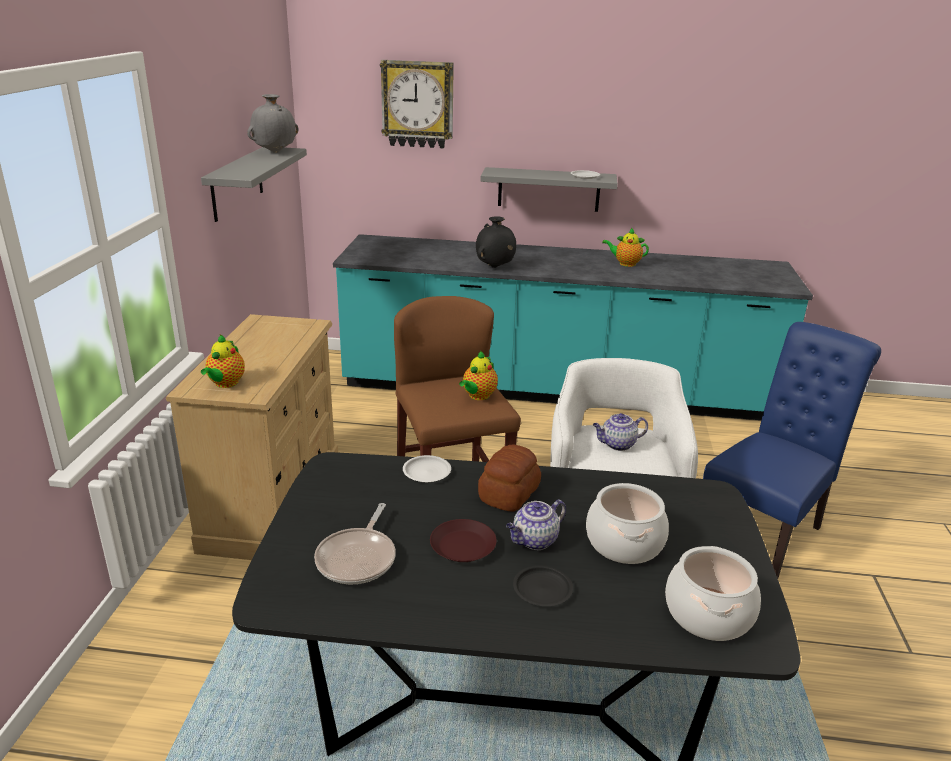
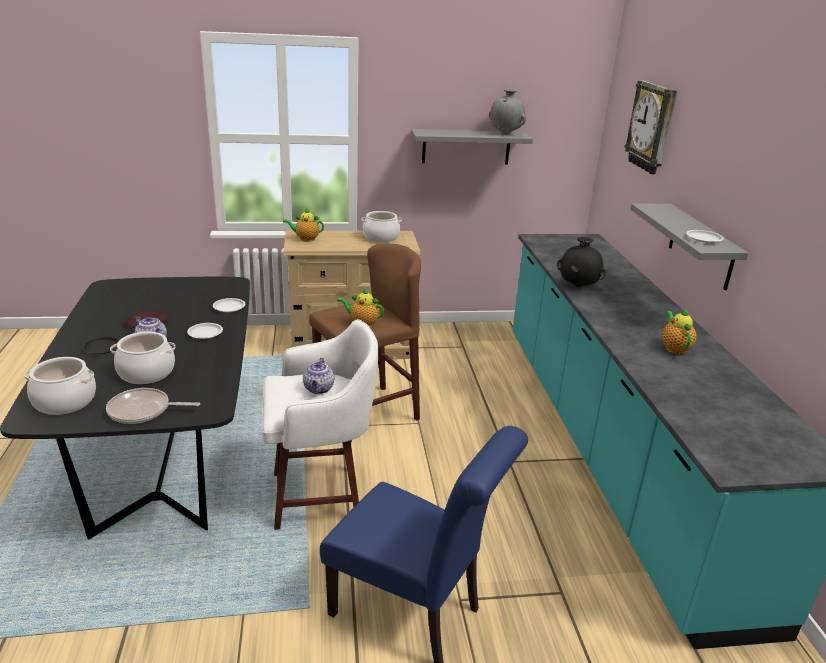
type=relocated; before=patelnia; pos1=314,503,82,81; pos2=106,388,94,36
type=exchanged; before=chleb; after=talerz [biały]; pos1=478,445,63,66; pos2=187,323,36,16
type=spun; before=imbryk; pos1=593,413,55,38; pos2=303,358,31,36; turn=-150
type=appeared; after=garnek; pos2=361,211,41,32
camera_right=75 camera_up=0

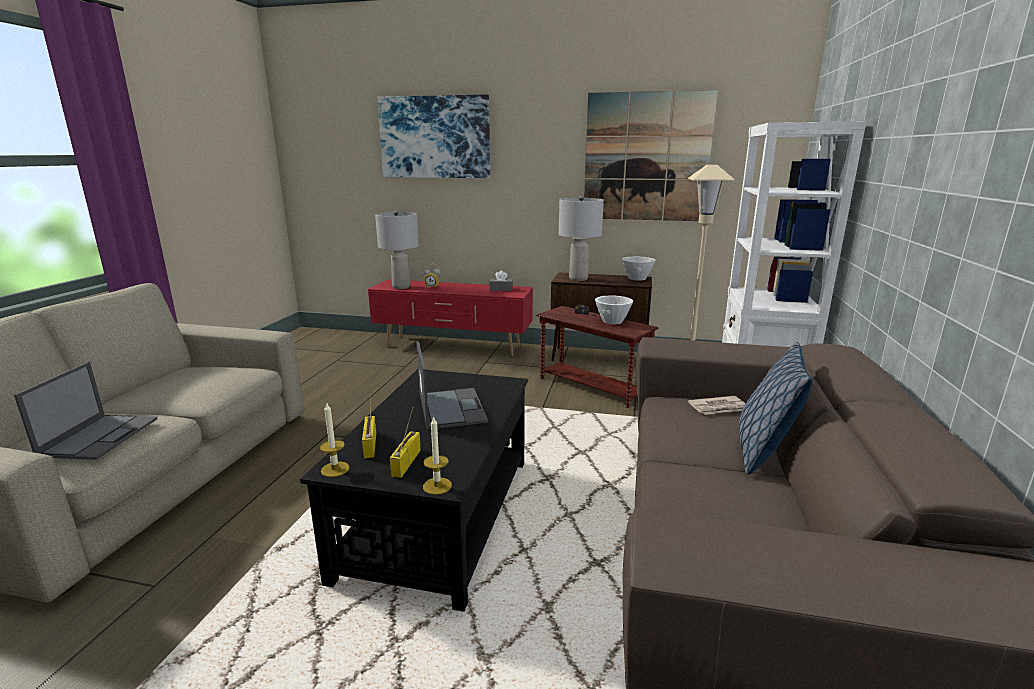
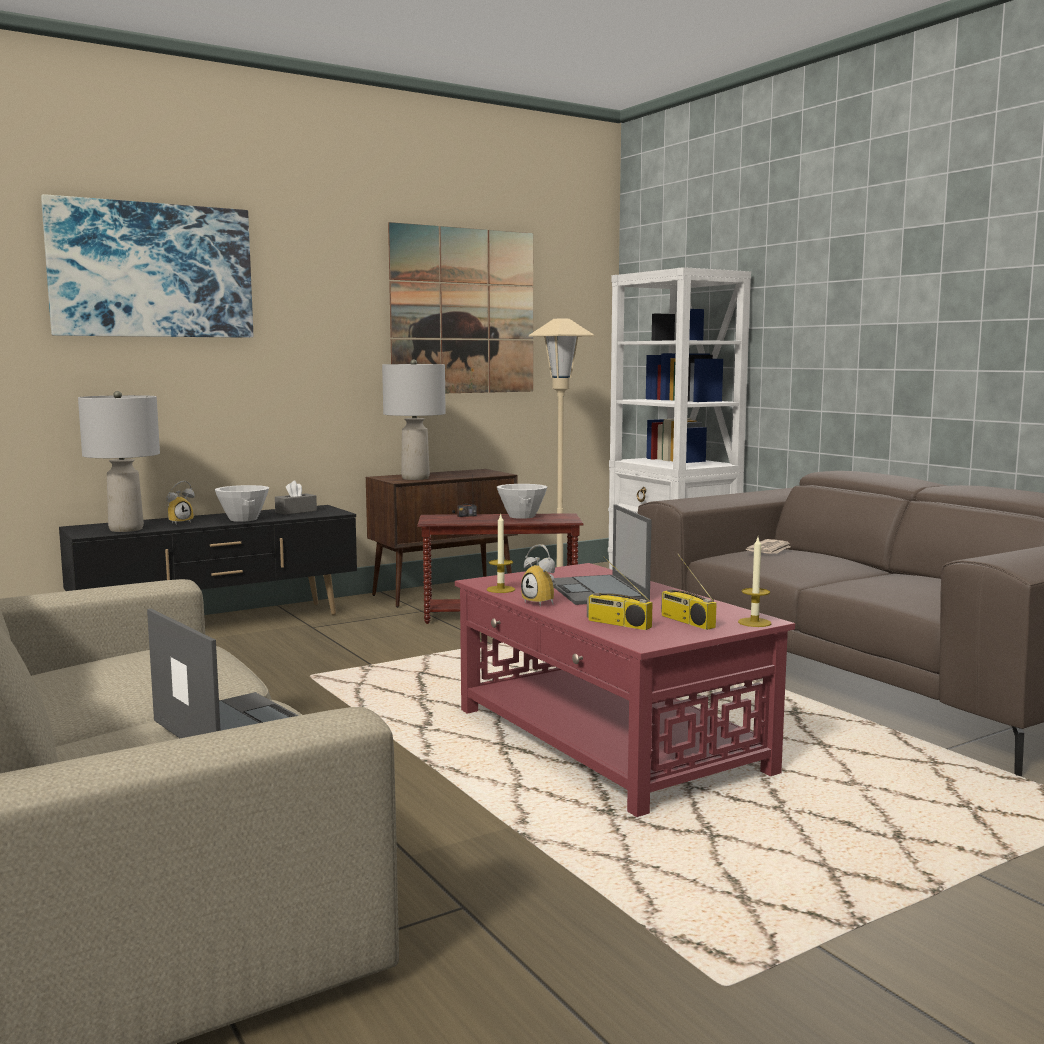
type=colour; before=ława [czarny]; after=ława [czerwony]; pos1=300,369,228,243; pos2=455,563,340,254
type=relocated; before=świeca; pos1=320,403,29,74; pos2=487,514,28,79
type=colour; before=szafka pod telewizor [czerwony]; after=szafka pod telewizor [czarny]; pos1=368,279,165,78; pos2=59,505,298,110
type=spun; before=laptop; pos1=416,341,72,89; pos2=554,504,98,101; turn=-135
type=relocated; before=miska [biały]; pos1=622,257,34,24; pos2=215,485,54,37
type=missing; before=poduszka; pos1=739,342,74,133
type=appeared; after=budzik; pos2=521,544,36,63
camera_right=-45 camera_up=-10

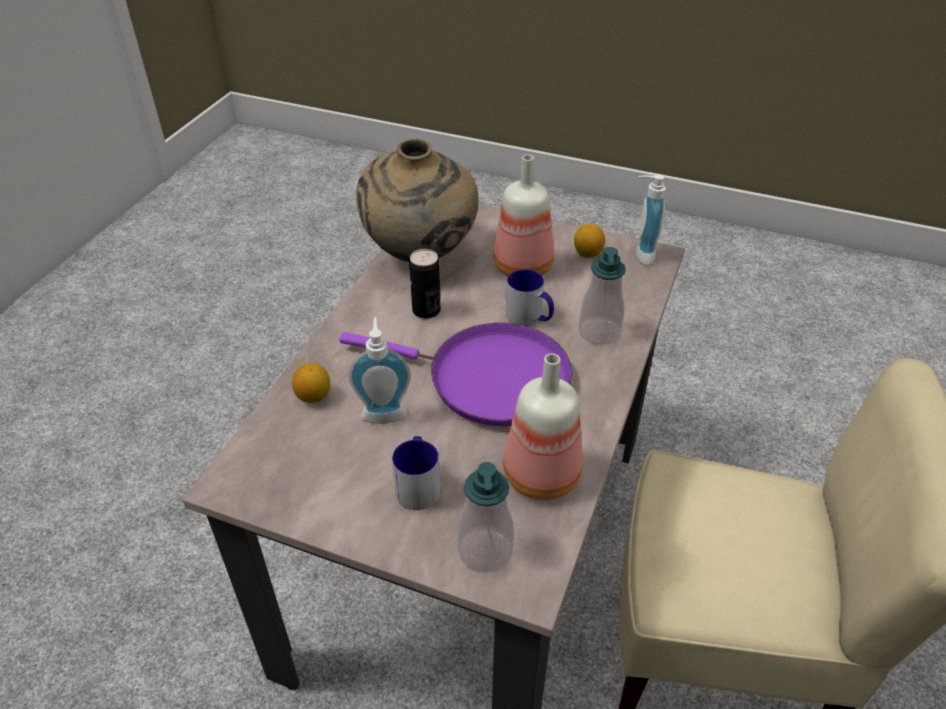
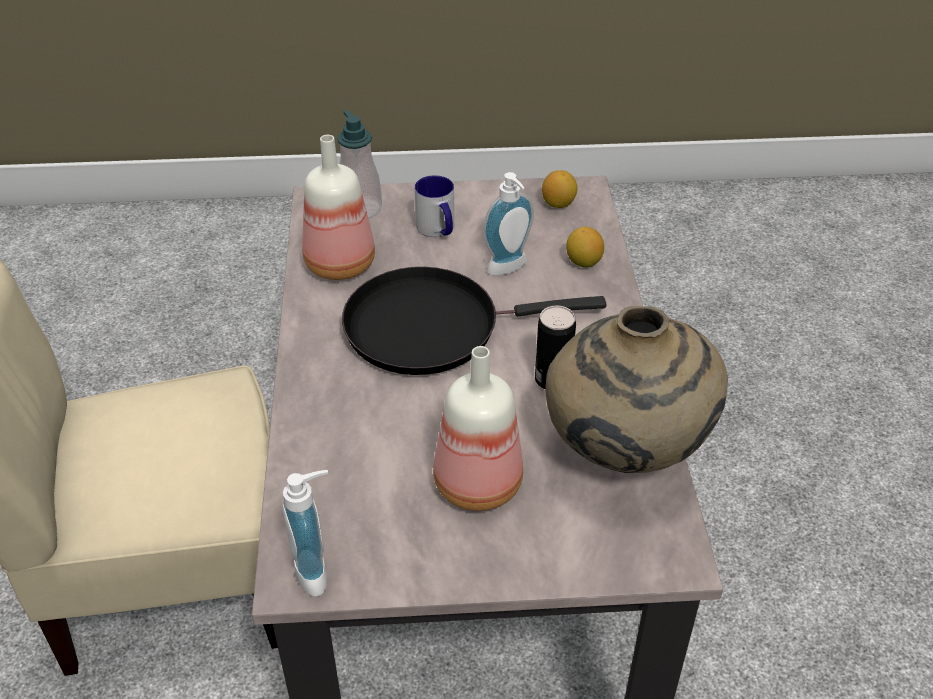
type=colour; before=patelnia [fioletowy]; after=patelnia [czarny]; pos1=339,323,233,103; pos2=342,267,264,108
type=missing; before=kubek; pos1=506,269,48,58
type=relocated; before=cytryna; pos1=574,224,31,34; pos2=542,170,35,38
type=missing; before=dozownik mydła; pos1=578,247,48,98
camera_right=155 camera_up=0

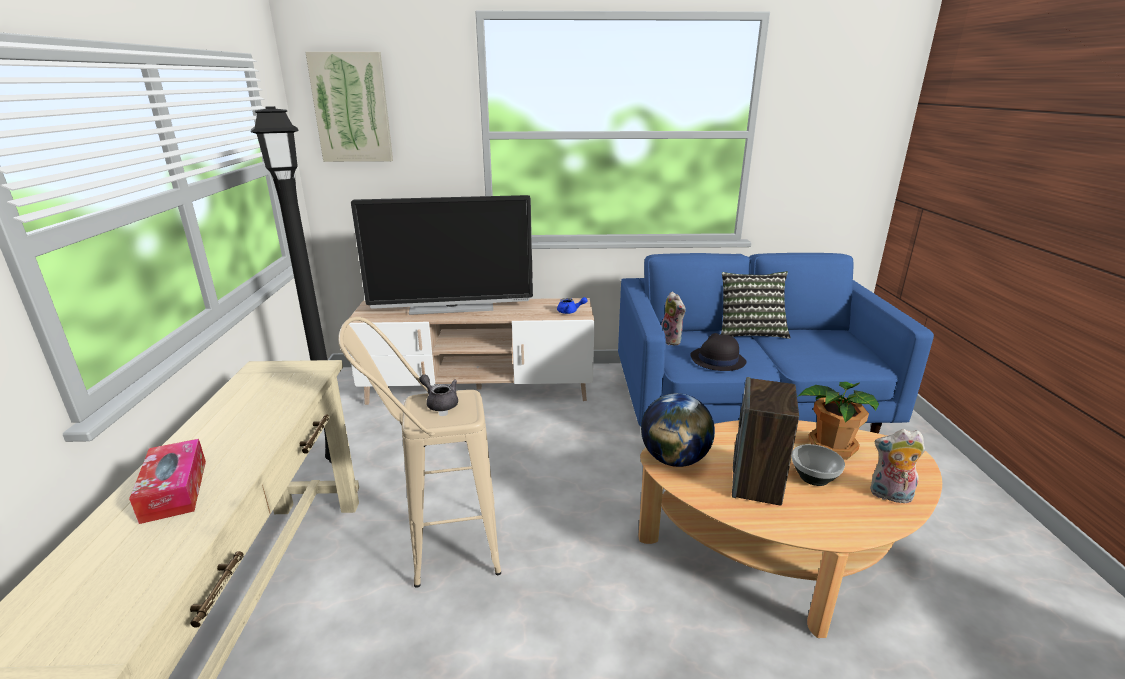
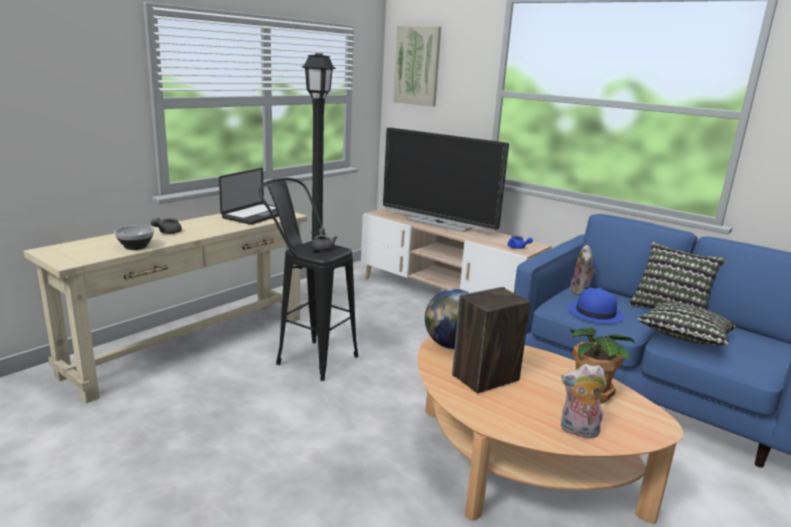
type=exchanged; before=pudełko chusteczek; after=imbryk [szary]; pos1=129,439,77,85; pos2=151,218,31,16
type=colour; before=stołek [beżowy]; after=stołek [czarny]; pos1=338,317,163,271; pos2=259,177,99,204
type=colour; before=kapelusz [czarny]; after=kapelusz [niebieski]; pos1=690,333,56,38; pos2=569,287,55,37
type=relocated; before=miska; pos1=792,444,53,42; pos2=114,225,40,25
type=spun; before=pluszak; pos1=870,429,55,74; pos2=561,364,46,74; turn=-45
type=appeared; after=laptop; pos2=219,168,59,57
type=appeared; after=poduszka; pos2=638,302,98,43
camera_right=40 camera_up=-5

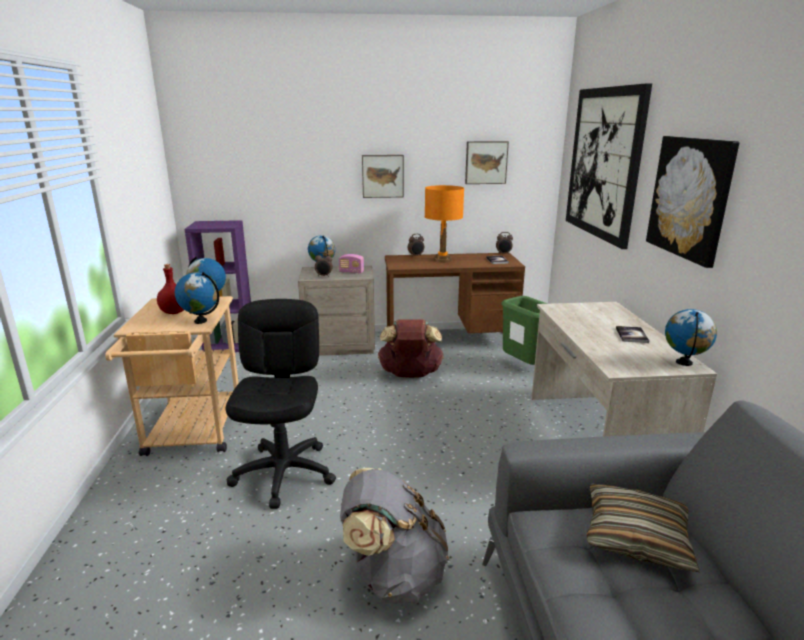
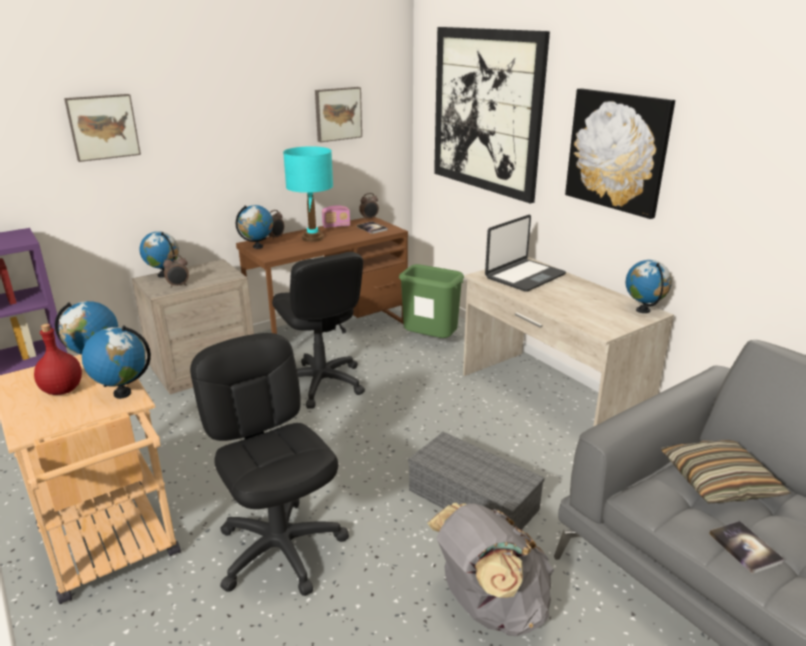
type=relocated; before=radio; pos1=339,254,25,20; pos2=322,205,28,23
type=relocated; before=obraz; pos1=362,155,42,43; pos2=64,94,77,68
type=exchanged; before=plecak [brązowy]; after=krzesło biurowe [czarny]; pos1=378,319,66,59; pos2=272,252,93,157
type=colour; before=lampa stołowa [pomarańczowy]; after=lampa stołowa [turkusowy]; pos1=425,185,39,78; pos2=283,146,50,96
type=relocated; before=książka; pos1=616,326,33,17; pos2=709,521,76,53
type=appeared; after=globus; pos2=236,205,37,44
type=appeared; after=pojemnik do przechowywania [szary]; pos2=408,432,137,98
type=appeared; after=laptop; pos2=485,215,81,77
camera_right=-30 camera_up=5

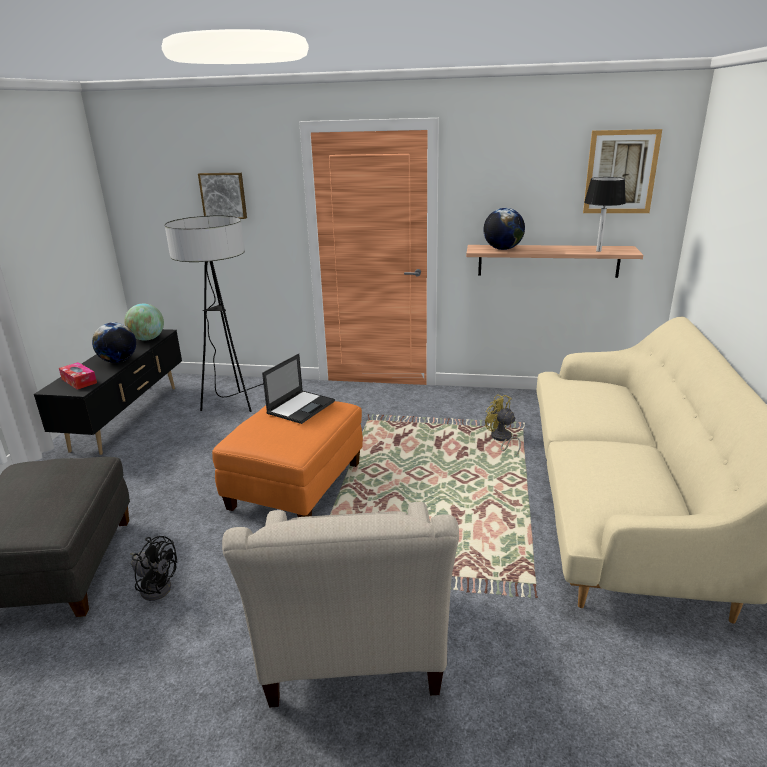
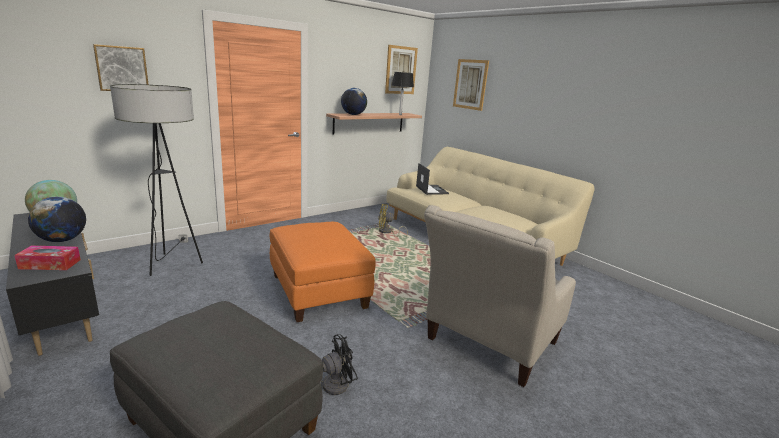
type=spun; before=fotel [beżowy]; pos1=222,502,237,205; pos2=424,205,152,182; turn=90
type=relocated; before=laptop; pos1=262,353,73,71; pos2=416,163,33,32
type=appeared; after=obraz; pos2=453,59,36,52
camera_right=-50 camera_up=-5

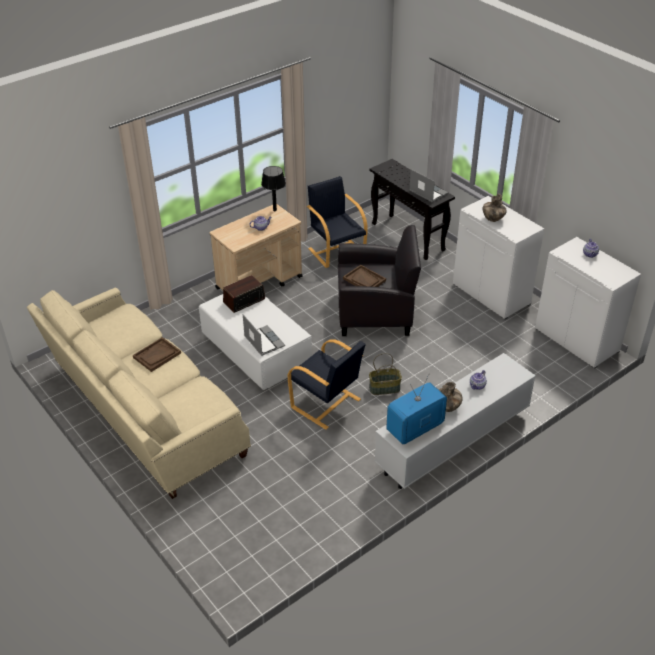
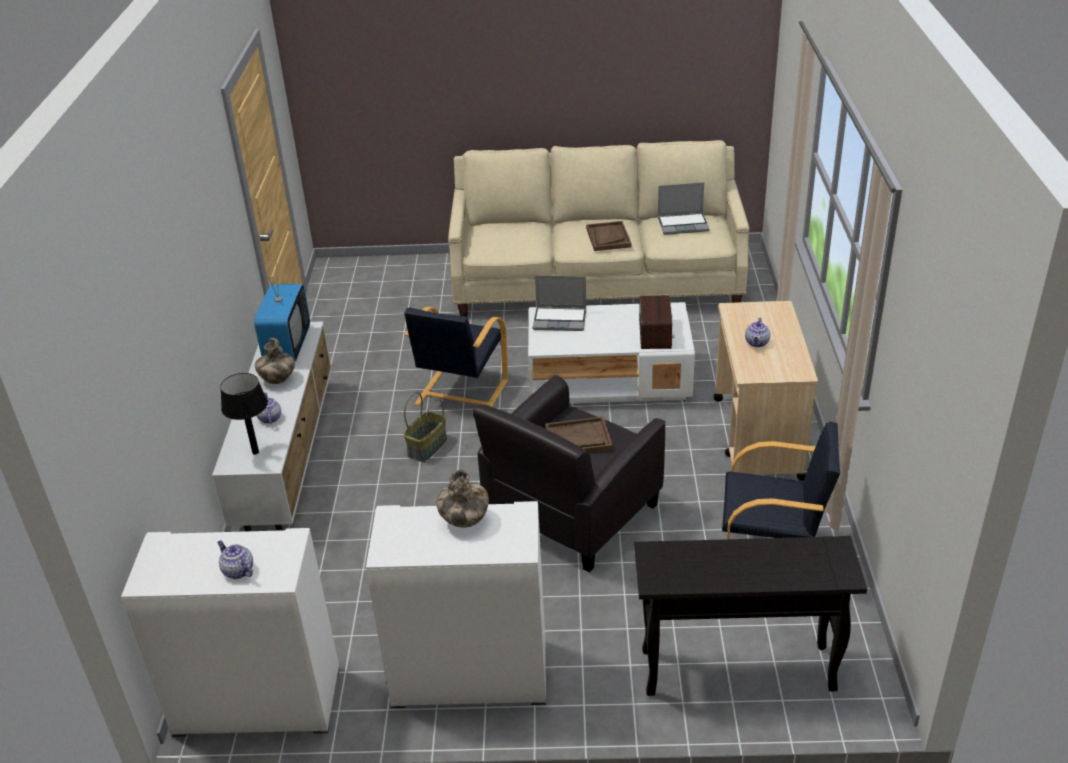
type=relocated; before=lampa stołowa [czarny]; pos1=261,166,25,45; pos2=220,373,48,82
type=spun; before=fotel [czarny]; pos1=288,339,78,91; pos2=404,307,104,100; turn=-60
type=relocated; before=laptop; pos1=409,169,39,33; pos2=658,182,52,53
camera_right=130 camera_up=-5

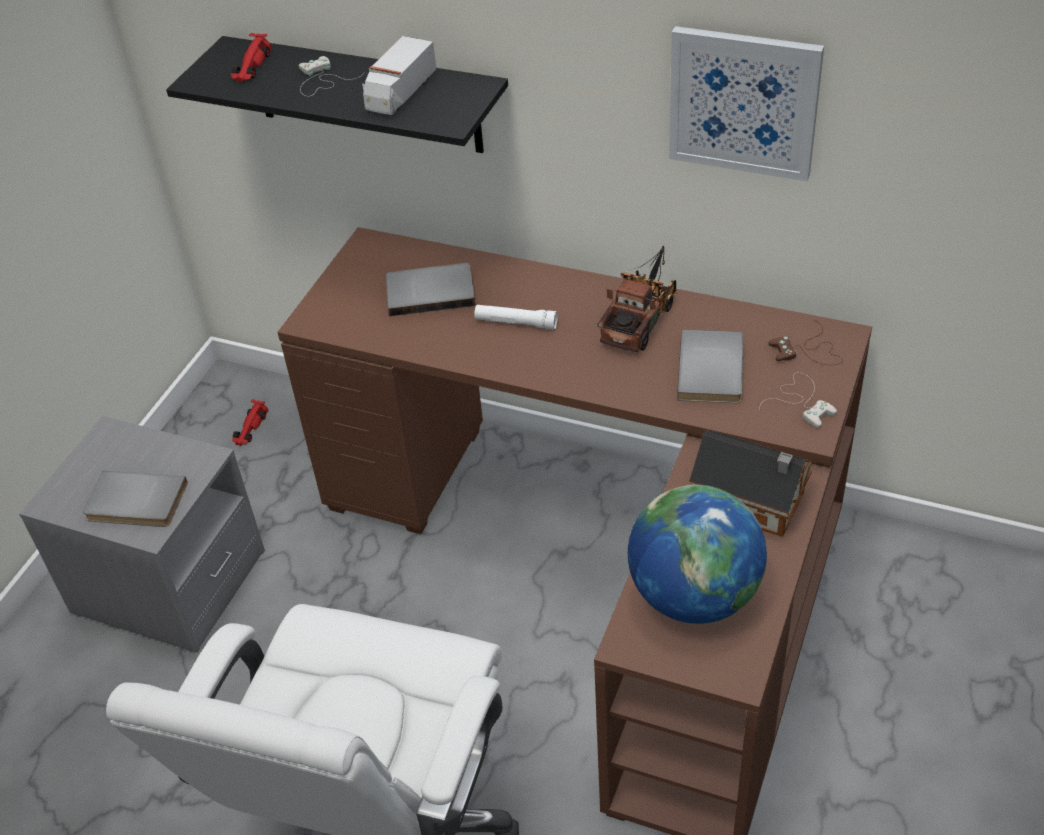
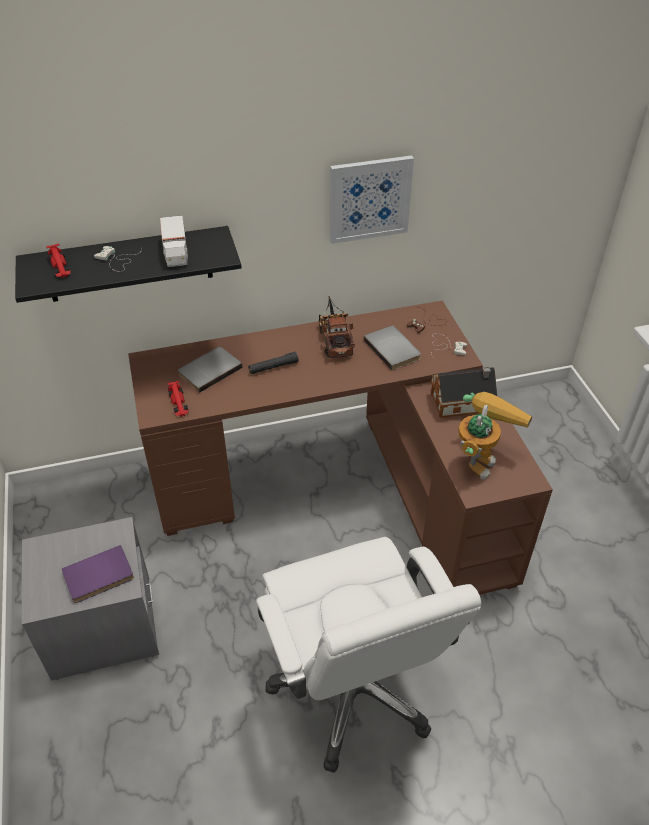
type=colour; before=książka [szary]; after=książka [fioletowy]; pos1=83,471,105,56; pos2=62,545,72,58
type=relocated; before=samochodzik [czerwony]; pos1=232,399,37,47; pos2=167,381,22,36
type=colour; before=latarka [biały]; after=latarka [czarny]; pos1=474,305,84,25; pos2=248,352,51,22
type=exchanged; before=globus; after=robot zabawkowy; pos1=628,485,139,139; pos2=458,392,74,88
camera_right=-40 camera_up=0

